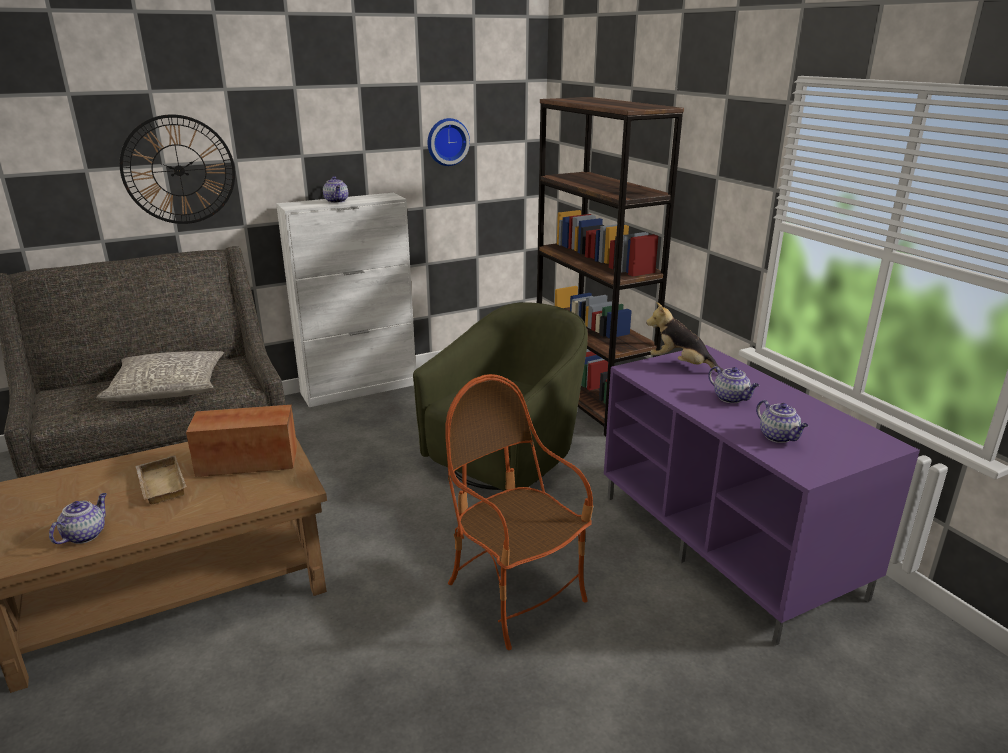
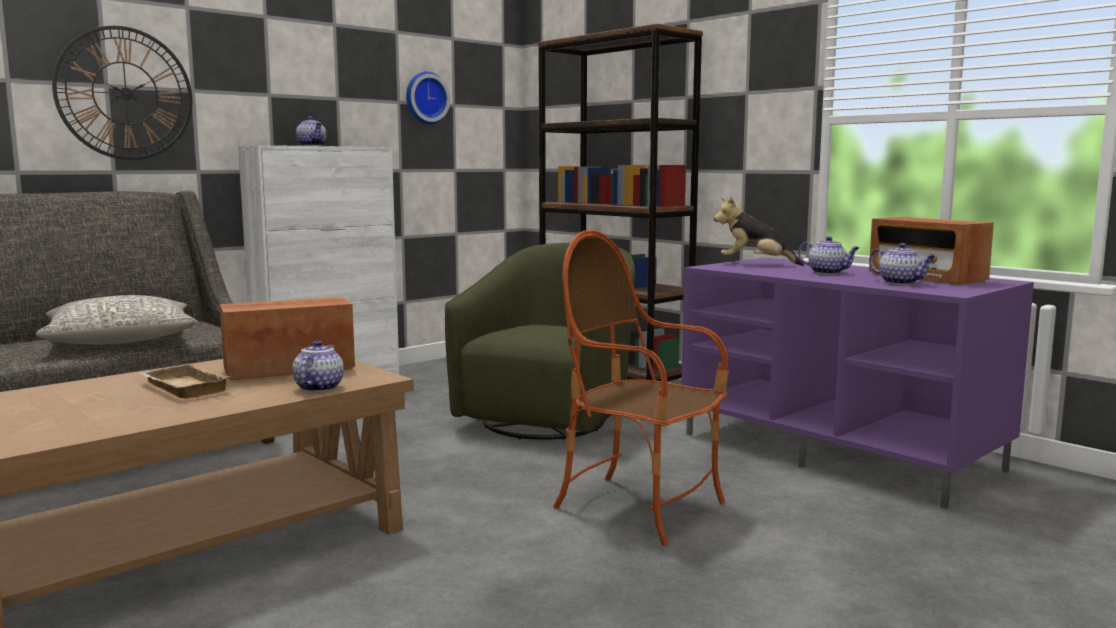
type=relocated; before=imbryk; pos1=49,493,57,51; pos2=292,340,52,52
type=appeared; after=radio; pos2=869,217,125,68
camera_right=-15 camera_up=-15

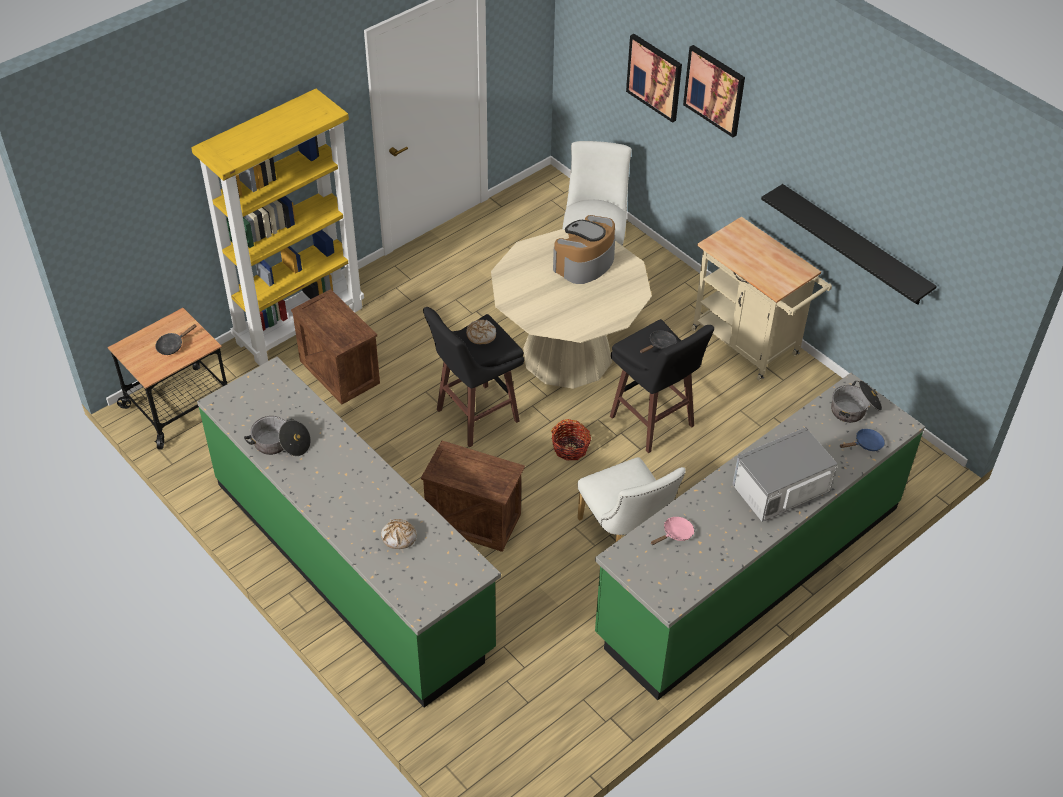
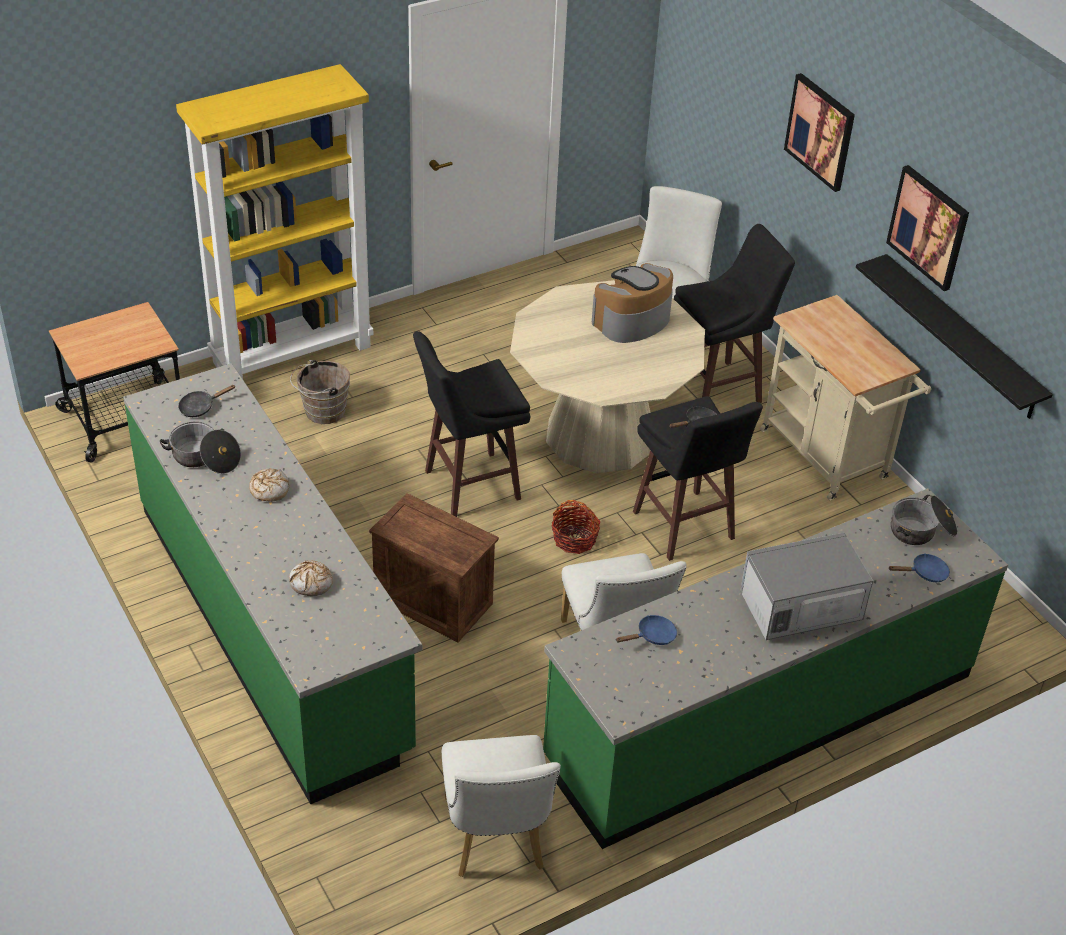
type=relocated; before=patelnia [czarny]; pos1=155,324,41,31; pos2=178,385,58,32
type=exchanged; before=skrzynka; after=wiadro [brązowy]; pos1=291,289,89,115; pos2=290,360,60,64
type=relocated; before=chleb; pos1=466,320,30,24; pos2=249,468,41,34
type=relocated; before=obraz; pos1=626,34,56,89; pos2=886,165,83,126
type=colour; before=patelnia [różowy]; after=patelnia [niebieski]; pos1=651,517,43,28; pos2=616,615,61,30
type=appeared; after=krzesło [biały]; pos2=442,735,119,142
type=appeared; after=stołek [czarny]; pos2=674,224,121,179
camera_right=10 camera_up=-5

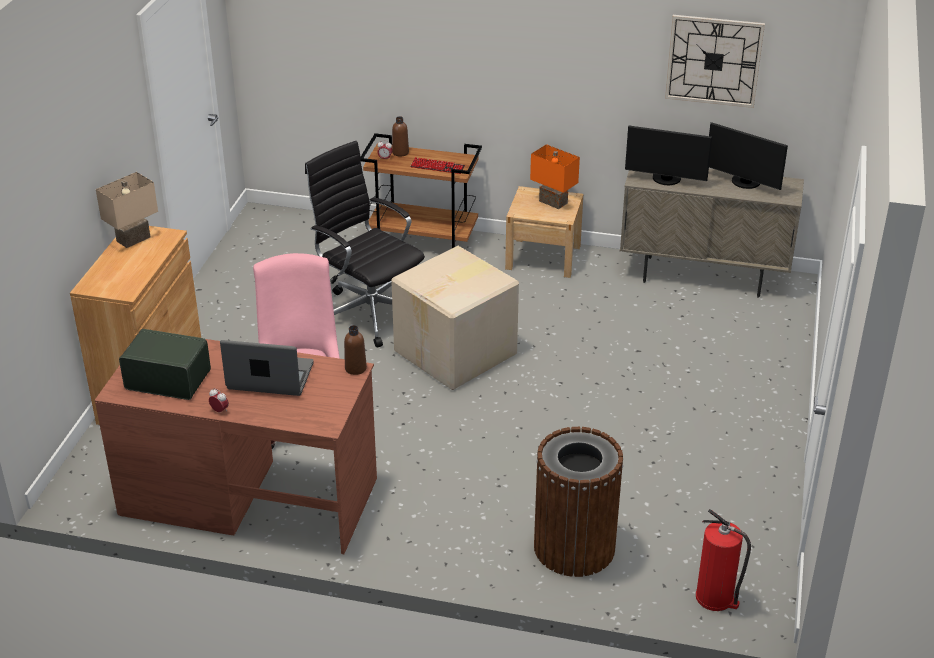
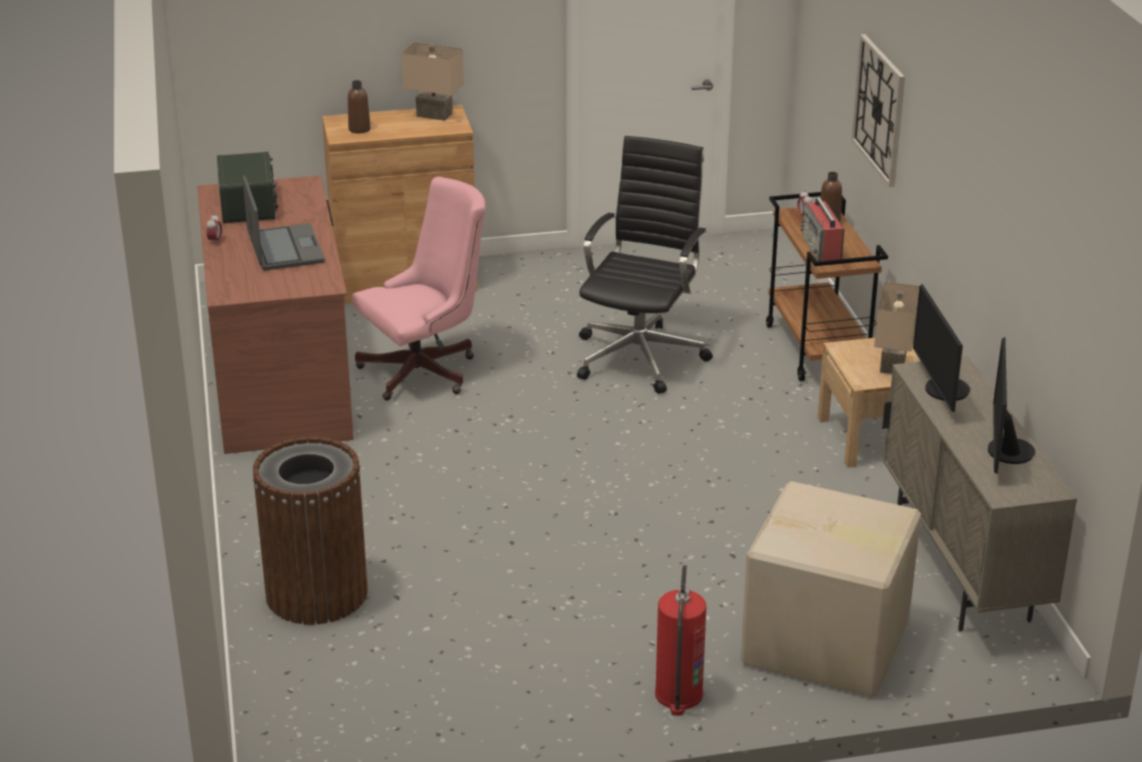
type=relocated; before=butelka [brązowy]; pos1=344,325,23,50; pos2=348,80,22,53
type=relocated; before=karton; pos1=391,246,128,144; pos2=741,481,180,216
type=exchanged; before=klawiatura; after=radio; pos1=410,157,55,17; pos2=801,197,43,64
type=colour; before=lampa stołowa [pomarańczowy]; after=lampa stołowa [beżowy]; pos1=530,144,50,65; pos2=874,282,46,92
type=relocated; before=zegar ścienny; pos1=665,15,100,93; pos2=851,34,54,153
type=relocated; before=gaśnica; pos1=696,509,55,102; pos2=655,565,51,151
camera_right=65 camera_up=-5

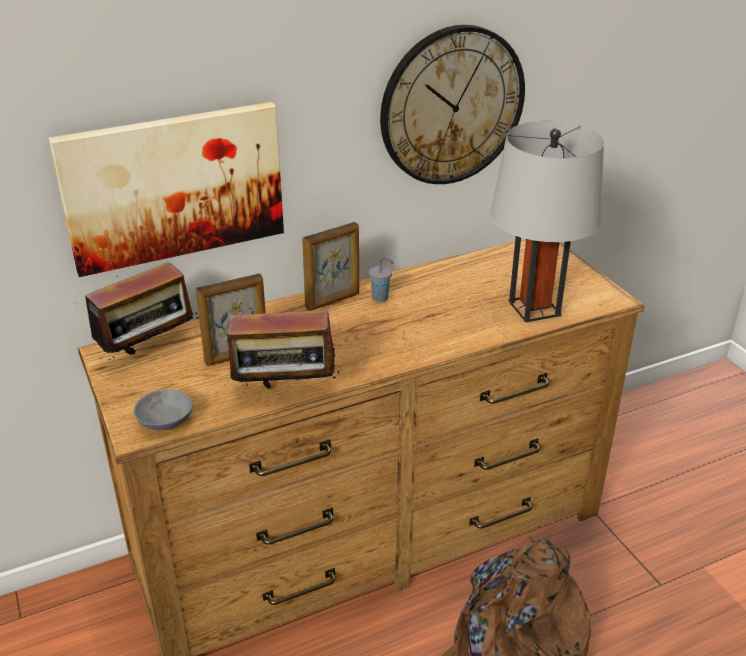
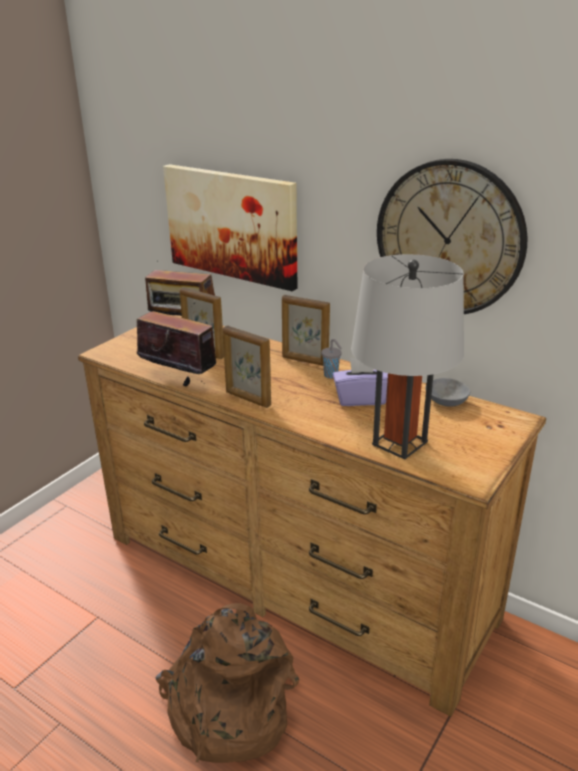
type=relocated; before=miska [szary]; pos1=134,389,59,41; pos2=425,378,45,29
type=spun; before=radio; pos1=221,308,118,81; pos2=136,303,80,83; turn=150
type=appeared; after=ramka na zdjęcie; pos2=223,326,48,82
type=appeared; after=pudełko chusteczek [fioletowy]; pos2=333,358,55,48
camera_right=60 camera_up=-5

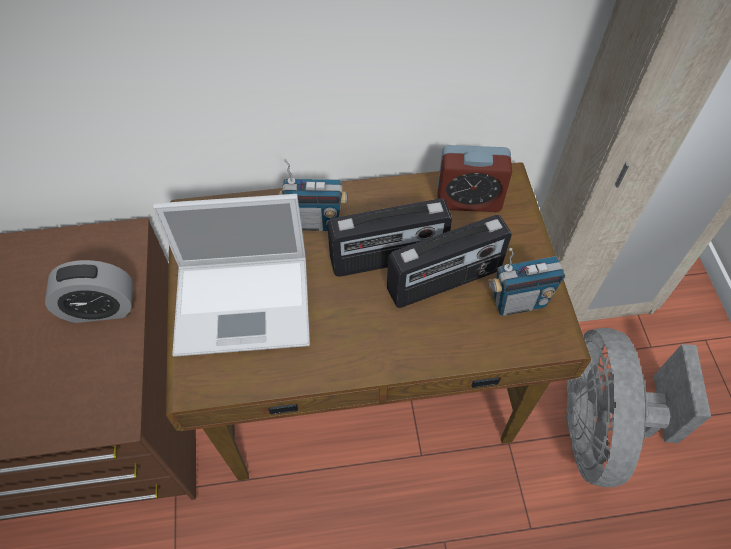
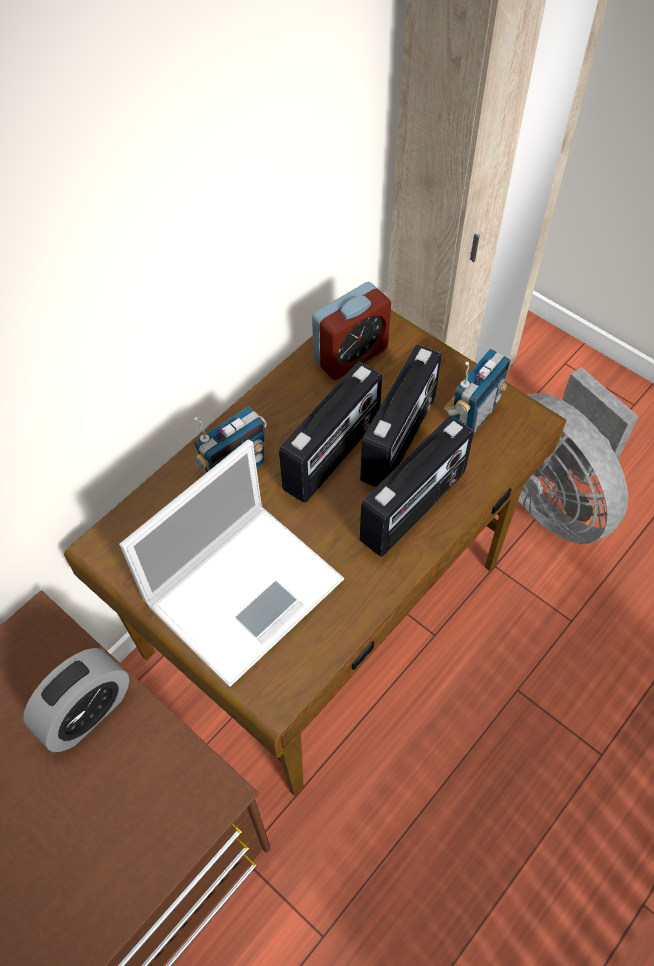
type=appeared; after=radio; pos2=360,416,114,141
camera_right=-40 camera_up=0

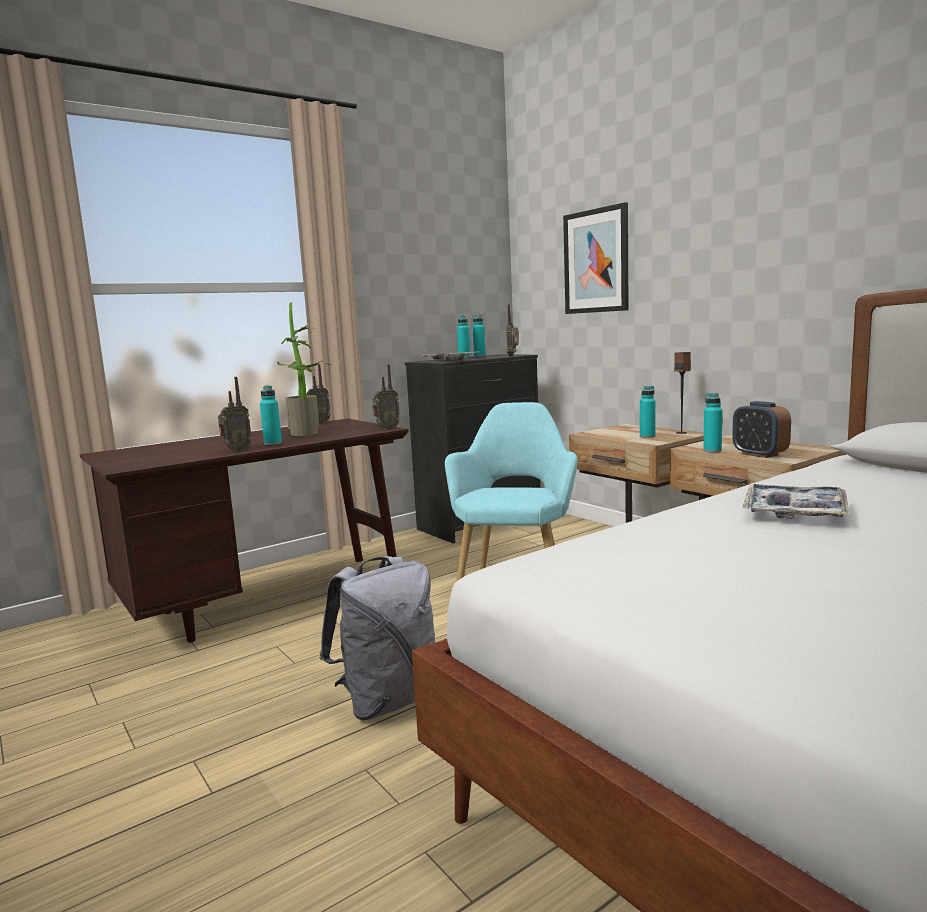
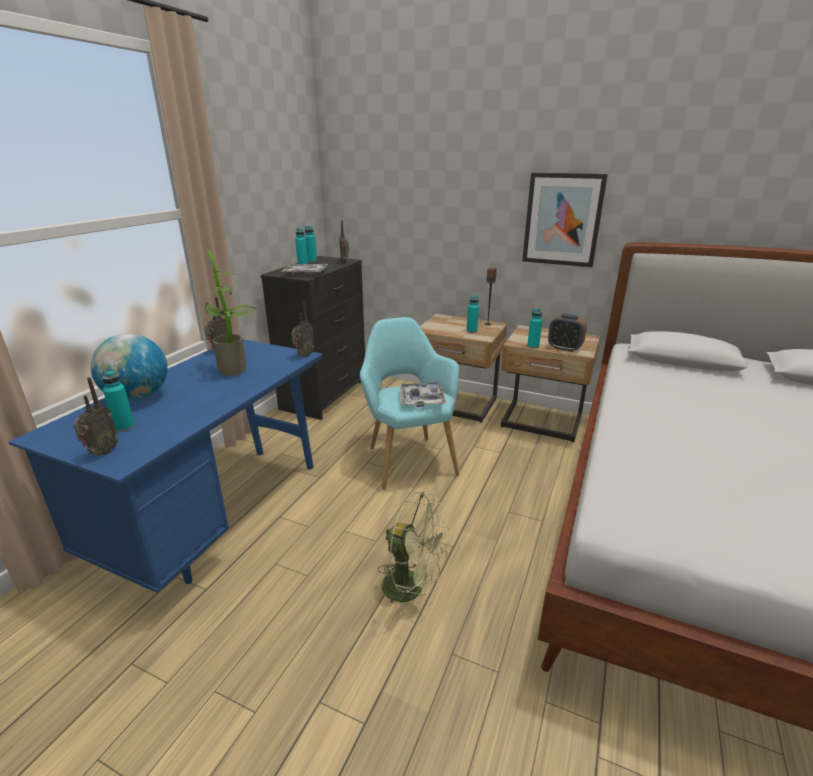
type=colour; before=biurko [brązowy]; after=biurko [niebieski]; pos1=80,419,329,224; pos2=9,339,314,254
type=relocated; before=radio; pos1=218,377,34,74; pos2=73,377,45,79
type=relocated; before=butelka [turkusowy]; pos1=260,385,22,60; pos2=102,370,33,62
type=exchanged; before=plecak [szary]; after=wentylator [zielony]; pos1=320,556,115,164; pos2=377,491,72,128
type=relocated; before=obraz; pos1=563,202,65,112; pos2=522,172,86,95
type=relocated; before=taca; pos1=742,484,107,35; pos2=399,382,47,25
type=appeared; after=globus; pos2=90,334,78,67
camera_right=-30 camera_up=15

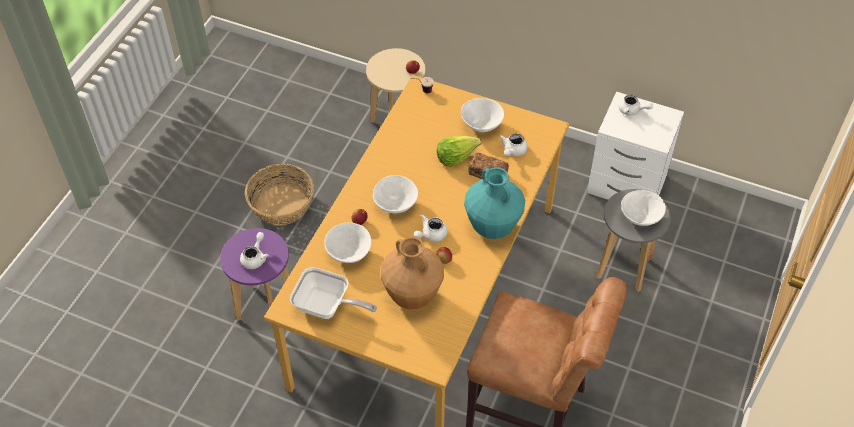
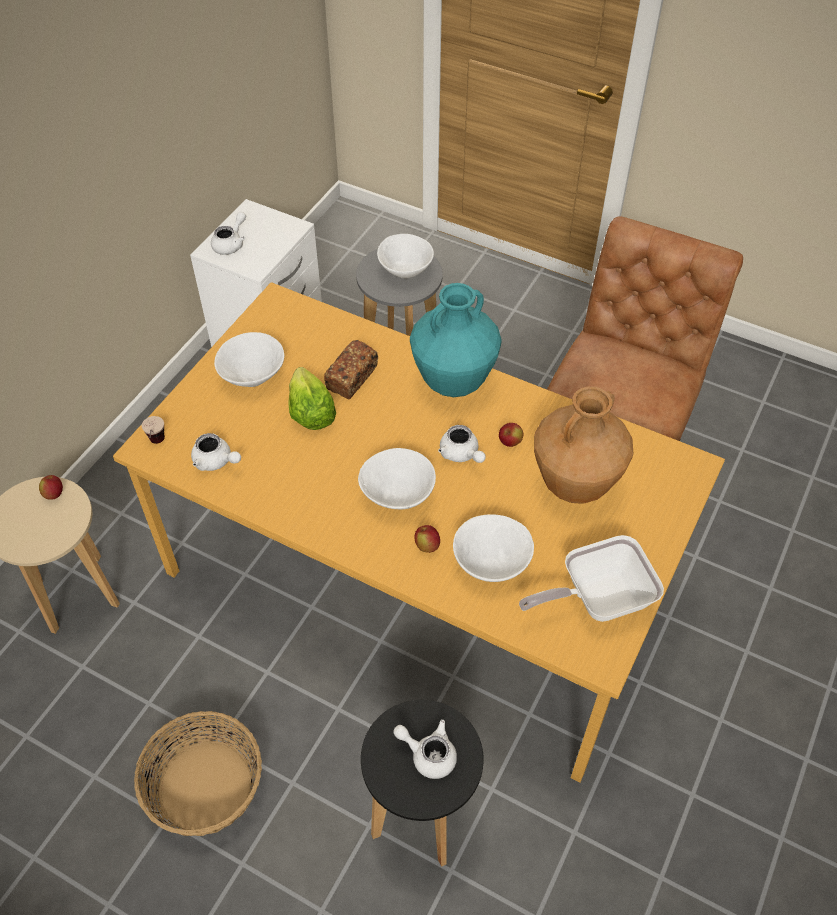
type=colour; before=stołek [fioletowy]; after=stołek [czarny]; pos1=220,228,69,93; pos2=361,700,123,167
type=spun; before=patelnia; pos1=290,267,87,52; pos2=519,535,145,87; turn=-135
type=relocated; before=imbryk [biały]; pos1=499,133,29,23; pos2=191,433,50,38
camera_right=-85 camera_up=0

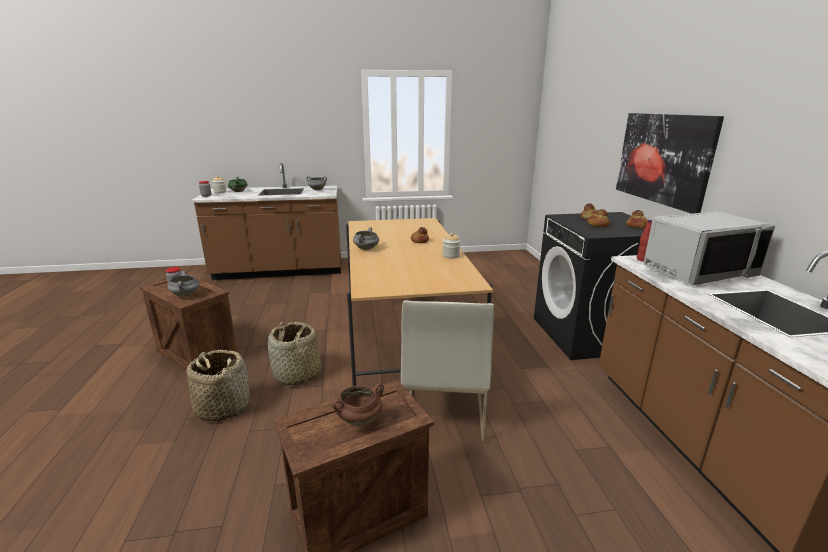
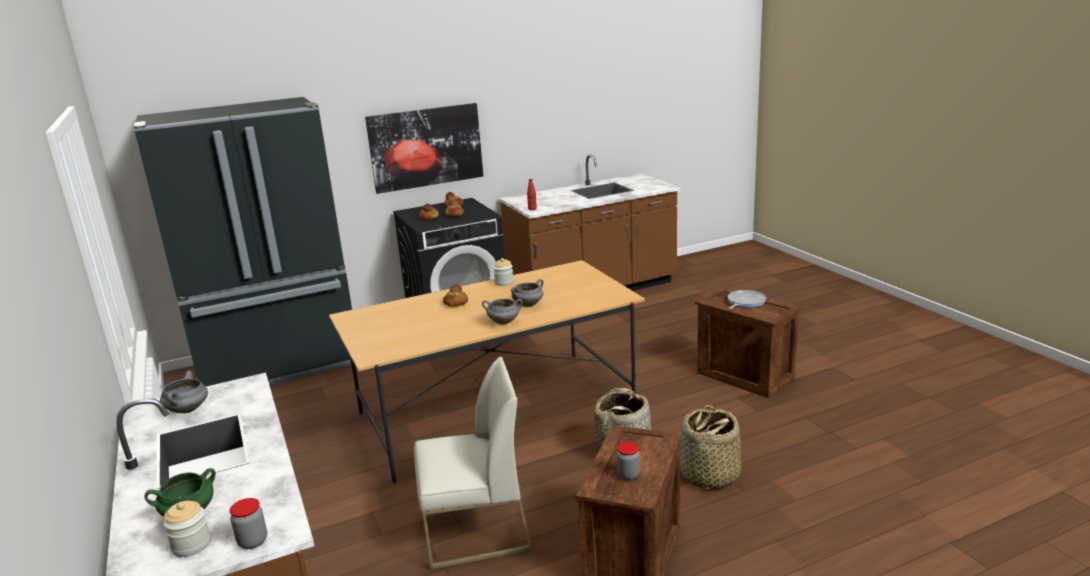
type=relocated; before=garnek [szary]; pos1=168,271,32,26; pos2=511,279,32,28
type=exchanged; before=garnek [brązowy]; after=patelnia; pos1=332,383,52,43; pos2=728,290,38,19
type=relocated; before=krzesło [biały]; pos1=401,300,93,142; pos2=414,357,119,213
type=missing; before=mikrofalówka [szary]; pos1=643,211,132,74
type=appeared; after=lodówka [czarny]; pos2=134,97,222,289
camera_right=-105 camera_up=0

